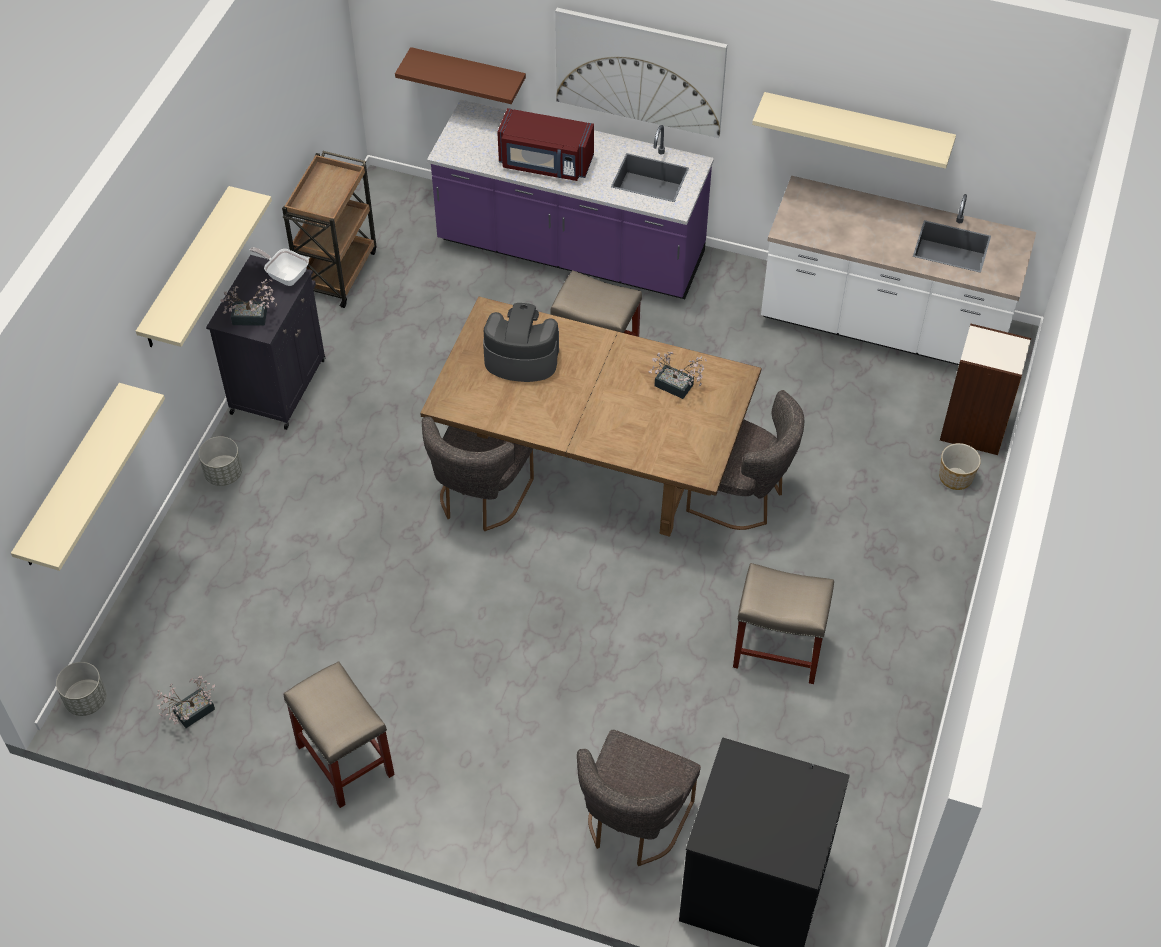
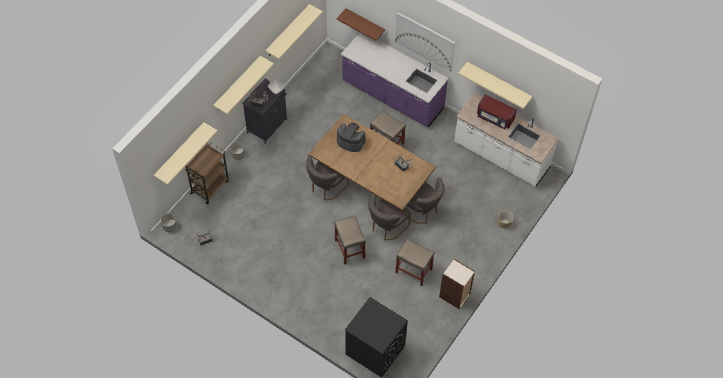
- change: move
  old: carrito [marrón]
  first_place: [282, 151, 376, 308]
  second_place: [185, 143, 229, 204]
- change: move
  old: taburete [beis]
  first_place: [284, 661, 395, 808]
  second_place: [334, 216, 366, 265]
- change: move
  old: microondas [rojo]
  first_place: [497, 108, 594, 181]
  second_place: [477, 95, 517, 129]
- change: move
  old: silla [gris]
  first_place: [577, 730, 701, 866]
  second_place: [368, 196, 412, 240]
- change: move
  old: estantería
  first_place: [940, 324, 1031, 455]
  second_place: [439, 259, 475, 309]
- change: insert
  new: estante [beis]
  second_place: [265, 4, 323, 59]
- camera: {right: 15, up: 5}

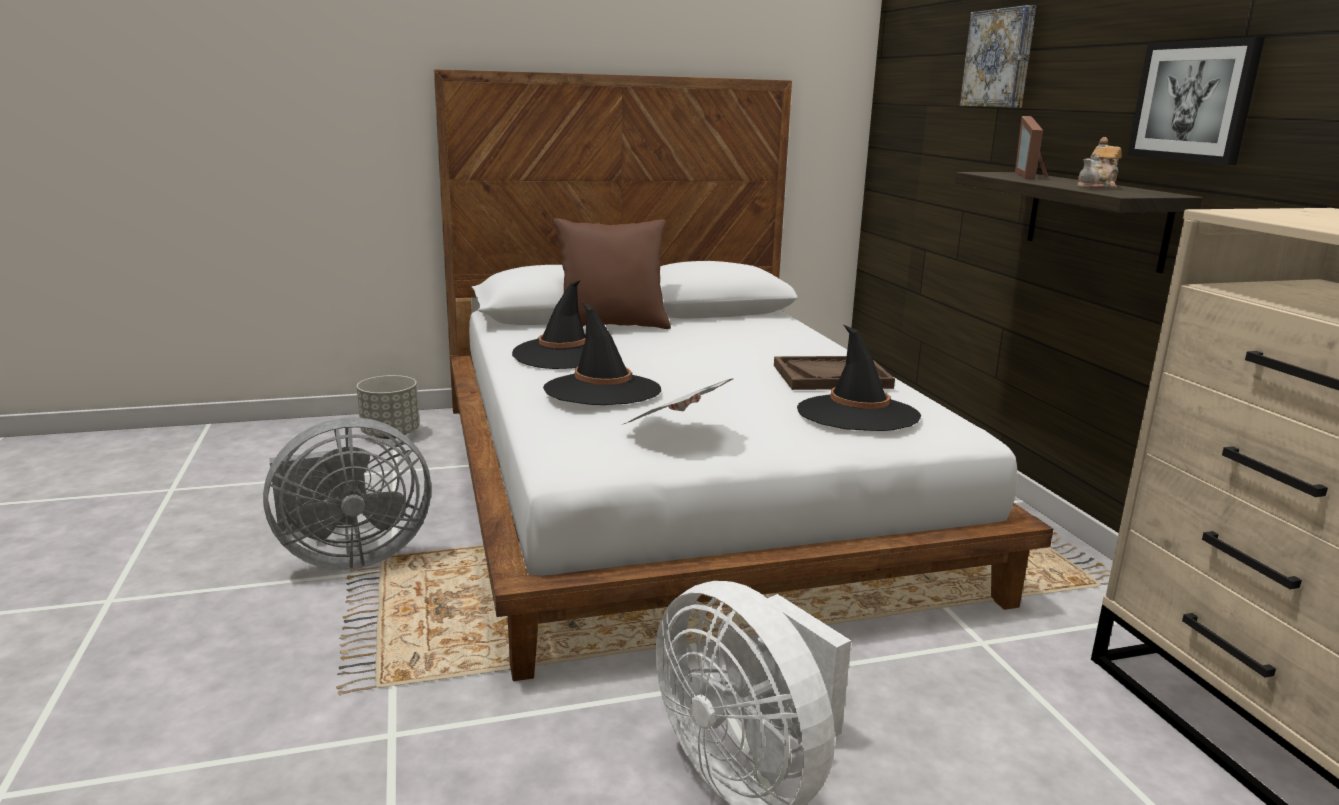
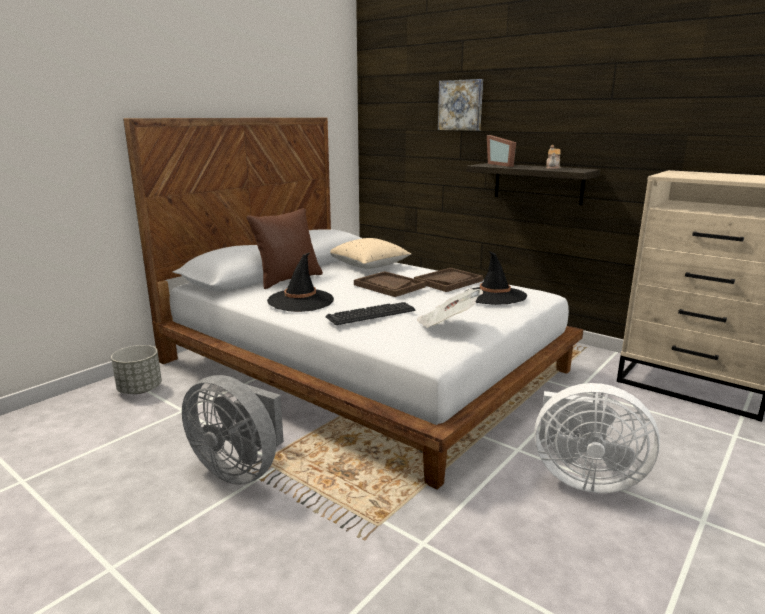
- change: rotate
  old: ventilador [gris]
  first_place: [263, 417, 431, 570]
  second_place: [182, 375, 284, 485]
  degrees: 90
- change: replace
  old: sombrero [negro]
  new: teclado
  first_place: [543, 302, 661, 405]
  second_place: [326, 302, 416, 325]
- change: delete
  old: cuadro
  first_place: [1127, 37, 1265, 165]
- change: insert
  new: cojín [beis]
  second_place: [330, 238, 411, 269]
- change: insert
  new: bandeja [marrón]
  second_place: [354, 271, 426, 297]
- camera: {right: -35, up: 0}

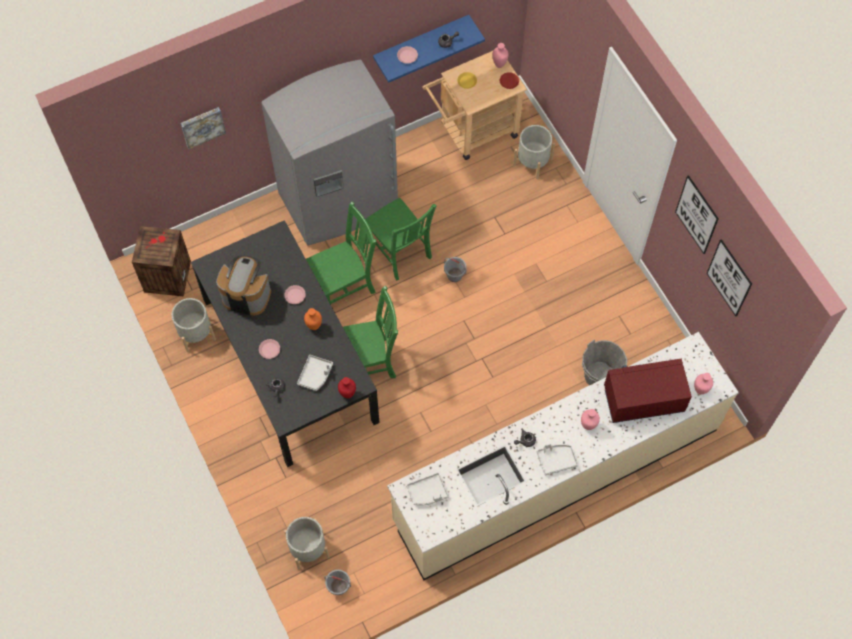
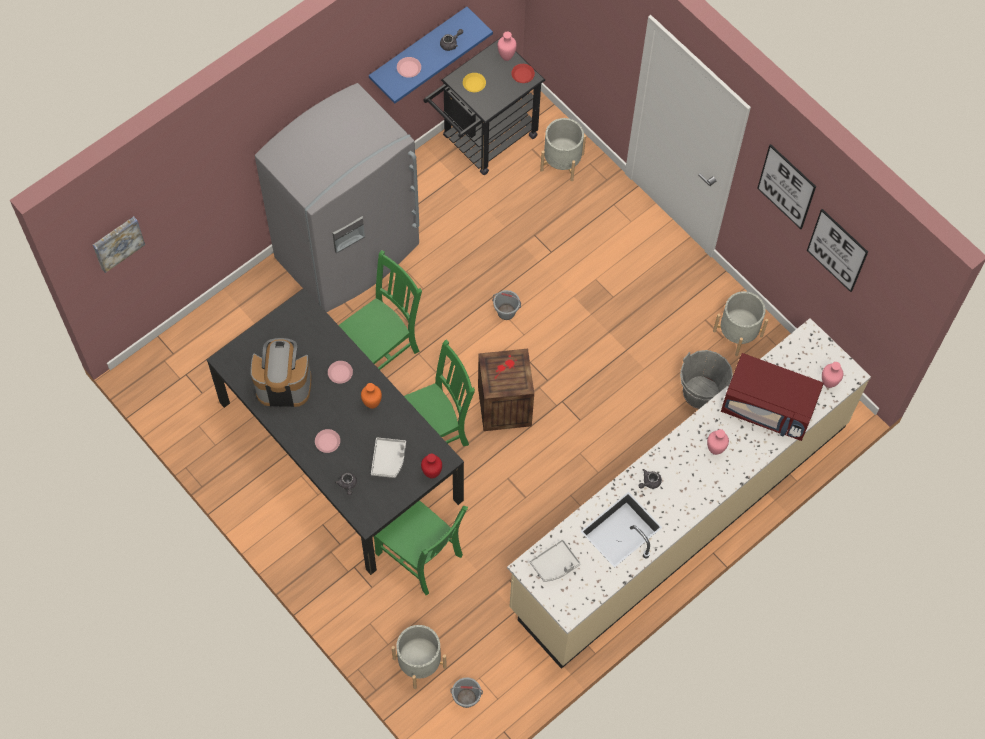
- change: move
  old: caja de embalaje
  first_place: [132, 226, 191, 297]
  second_place: [478, 349, 534, 431]
- change: move
  old: maceta [gris]
  first_place: [171, 298, 216, 352]
  second_place: [713, 291, 768, 356]
- change: move
  old: cuadro
  first_place: [181, 107, 226, 149]
  second_place: [93, 216, 145, 273]
- change: move
  old: silla [verde]
  first_place: [365, 198, 437, 281]
  second_place: [374, 500, 468, 595]
- change: recolor
  old: carrito [beis]
  new: carrito [negro]
  first_place: [422, 51, 527, 160]
  second_place: [423, 38, 545, 175]
- change: delete
  old: bandeja [gris]
  first_place: [537, 444, 578, 475]
- change: rotate
  old: microondas [rojo]
  first_place: [604, 359, 692, 423]
  second_place: [721, 353, 824, 441]
  degrees: -135
- camera: {right: -15, up: 0}

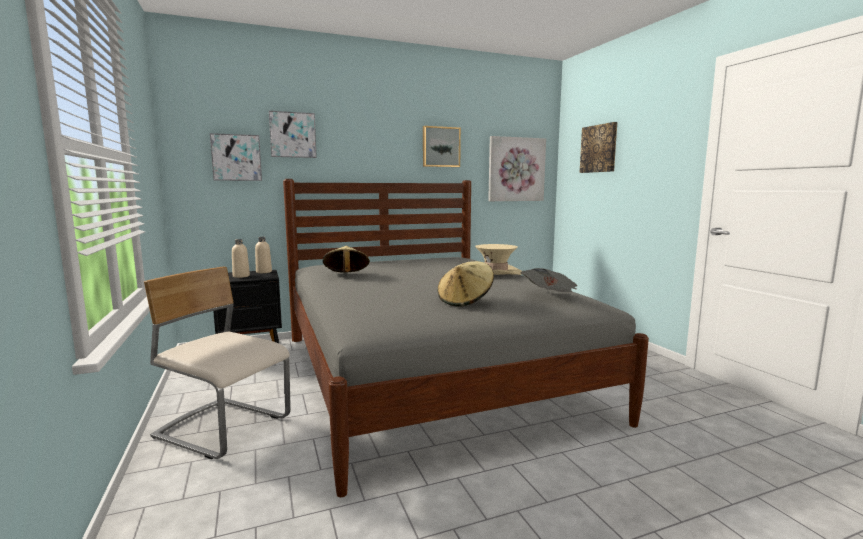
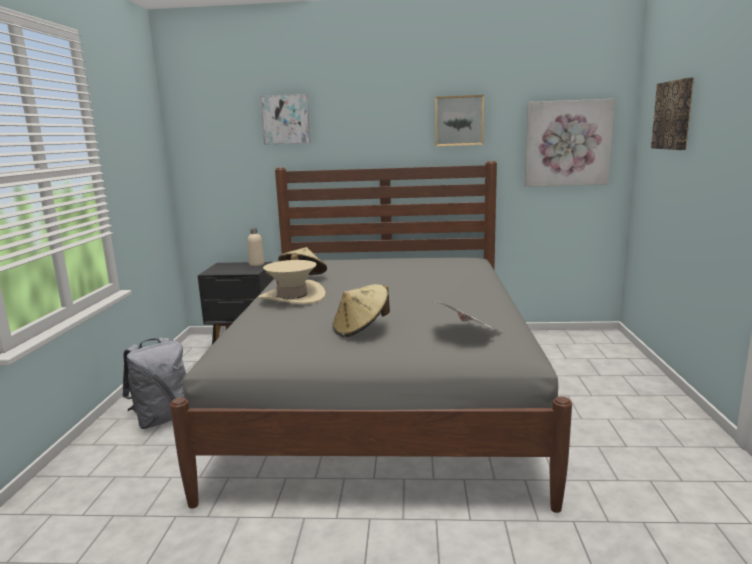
- change: replace
  old: silla [beis]
  new: mochila [gris]
  first_place: [144, 267, 291, 459]
  second_place: [122, 338, 186, 429]
- change: delete
  old: cuadro
  first_place: [210, 133, 262, 181]
- change: delete
  old: botella [beis]
  first_place: [232, 239, 250, 278]
- change: move
  old: sombrero [beis]
  first_place: [475, 244, 522, 275]
  second_place: [258, 260, 326, 305]
- camera: {right: 25, up: 5}

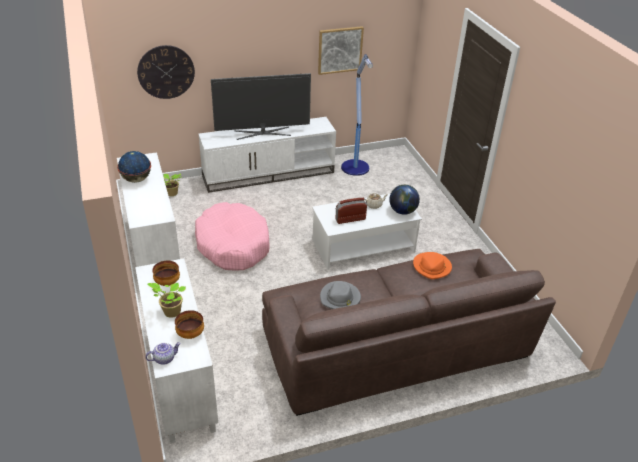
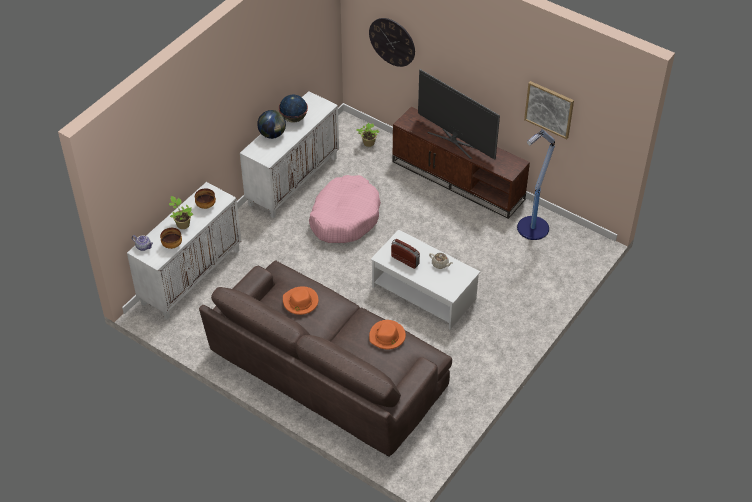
- change: recolor
  old: mueble de televisión [blanco]
  new: mueble de televisión [marrón]
  first_place: [198, 117, 336, 193]
  second_place: [392, 107, 530, 219]
- change: recolor
  old: sombrero [gris]
  new: sombrero [naranja]
  first_place: [320, 281, 361, 309]
  second_place: [283, 286, 319, 315]
- change: move
  old: globo terráqueo
  first_place: [389, 185, 420, 215]
  second_place: [257, 110, 286, 139]
- camera: {right: 55, up: 10}

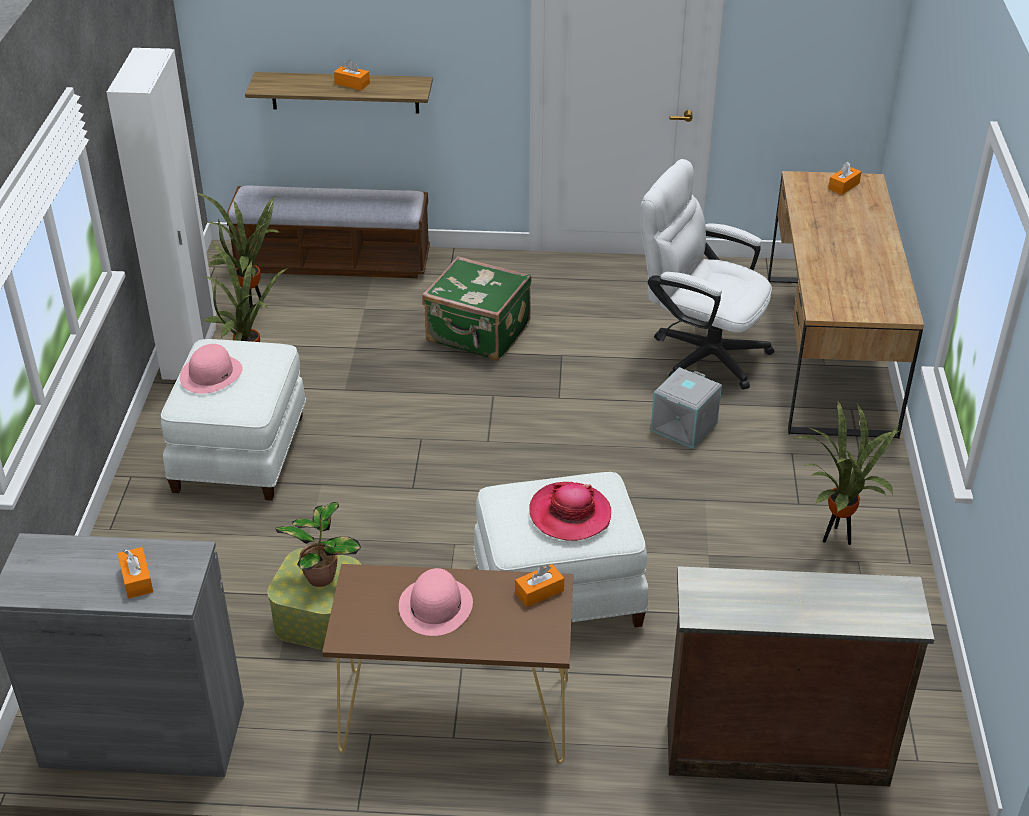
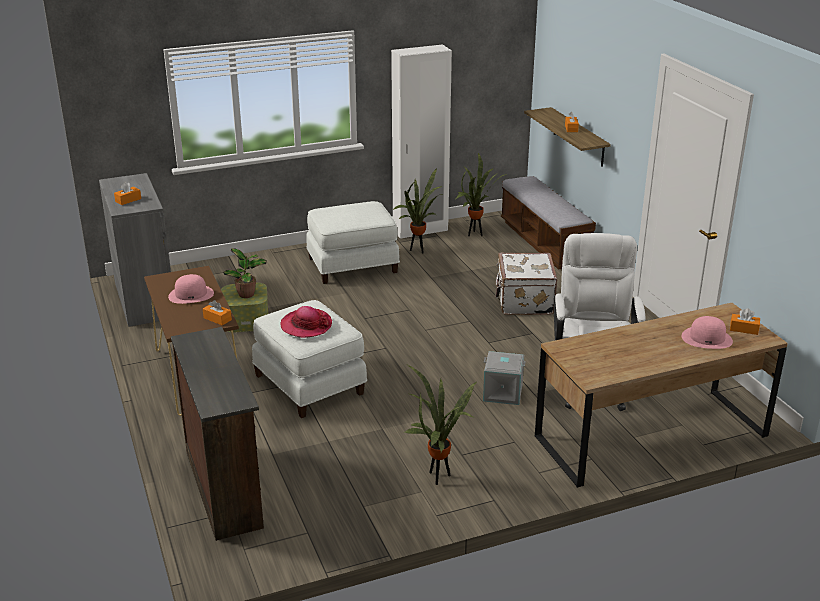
- change: move
  old: sombrero [rosa]
  first_place: [180, 344, 243, 394]
  second_place: [682, 316, 733, 349]
- change: recolor
  old: maleta [verde]
  new: maleta [blanco]
  first_place: [422, 256, 532, 361]
  second_place: [496, 253, 557, 315]
- camera: {right: 65, up: -10}

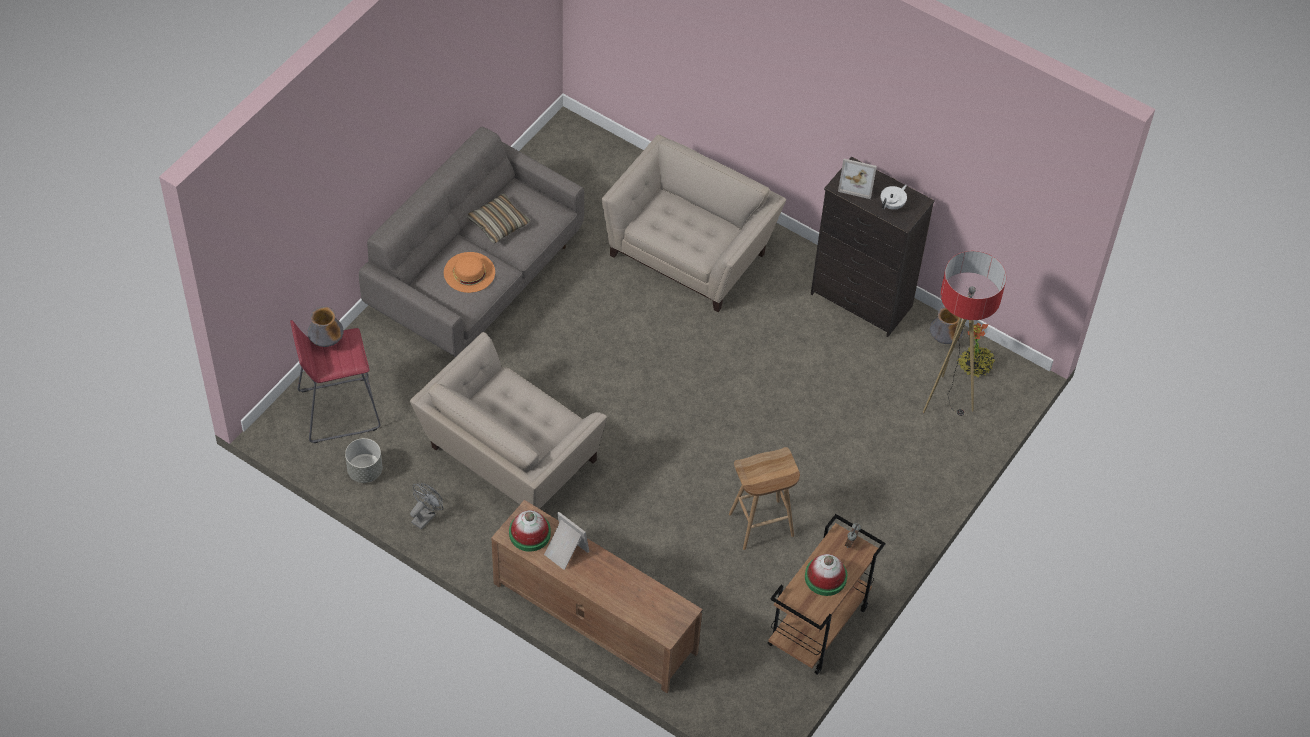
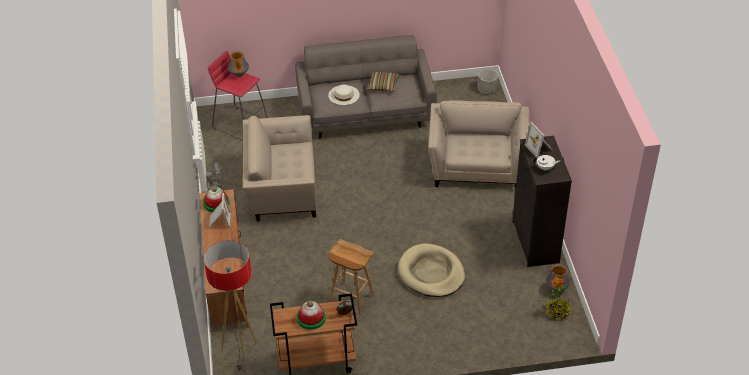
- change: move
  old: maceta [gris]
  first_place: [345, 438, 382, 483]
  second_place: [478, 69, 498, 93]
- change: recolor
  old: sombrero [naranja]
  new: sombrero [blanco]
  first_place: [444, 252, 495, 293]
  second_place: [328, 85, 360, 105]
- change: rotate
  old: sillón [beis]
  first_place: [602, 135, 786, 312]
  second_place: [428, 100, 530, 190]
  degrees: -75
- change: move
  old: lámpara de pie
  first_place: [923, 251, 1006, 416]
  second_place: [204, 240, 258, 372]
- change: insert
  new: cama para perro [beis]
  second_place: [398, 243, 465, 297]
- camera: {right: 50, up: -10}

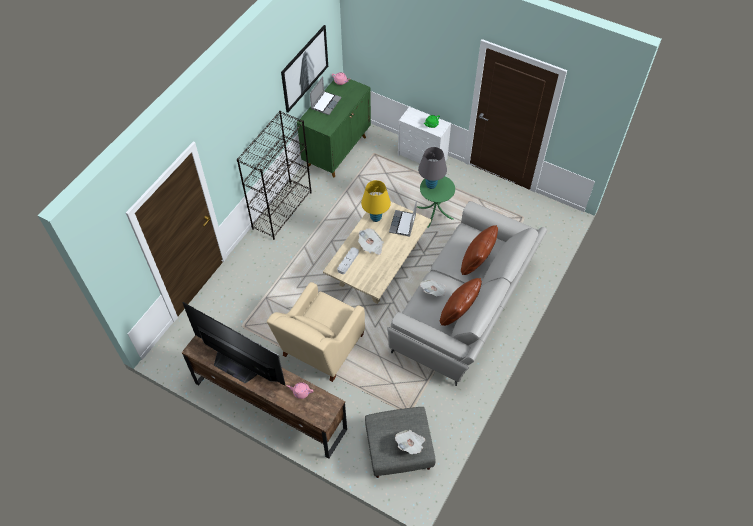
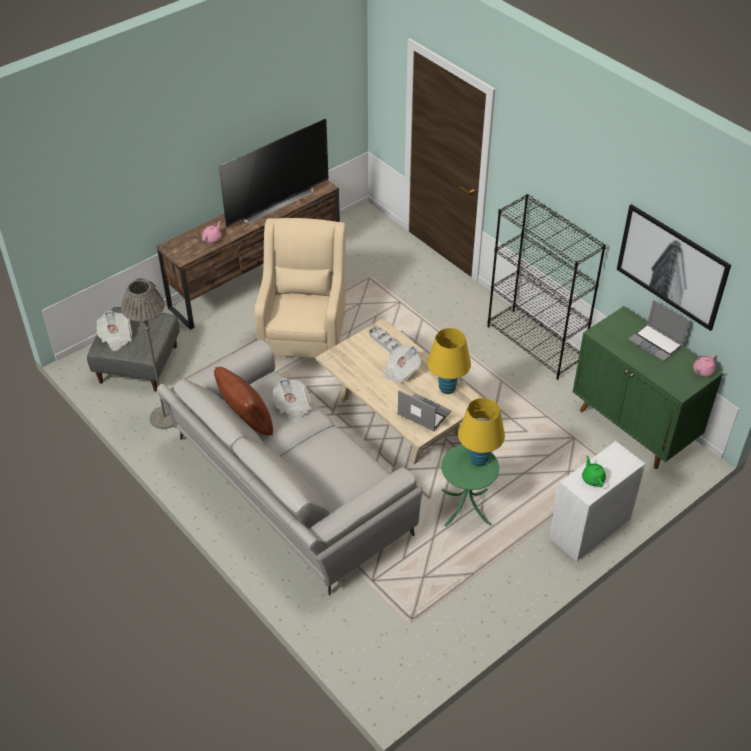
- change: rotate
  old: sillón [beis]
  first_place: [267, 282, 365, 382]
  second_place: [255, 218, 346, 358]
  degrees: 45
- change: recolor
  old: lámpara de mesa [gris]
  new: lámpara de mesa [amarillo]
  first_place: [418, 147, 447, 189]
  second_place: [458, 398, 505, 466]
- change: delete
  old: cojín [marrón]
  first_place: [461, 225, 498, 275]
- change: insert
  new: lámpara de pie [gris]
  second_place: [121, 278, 173, 429]
- camera: {right: 110, up: -10}

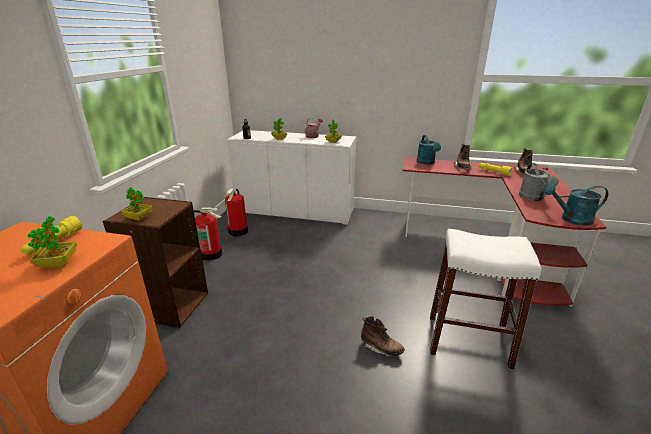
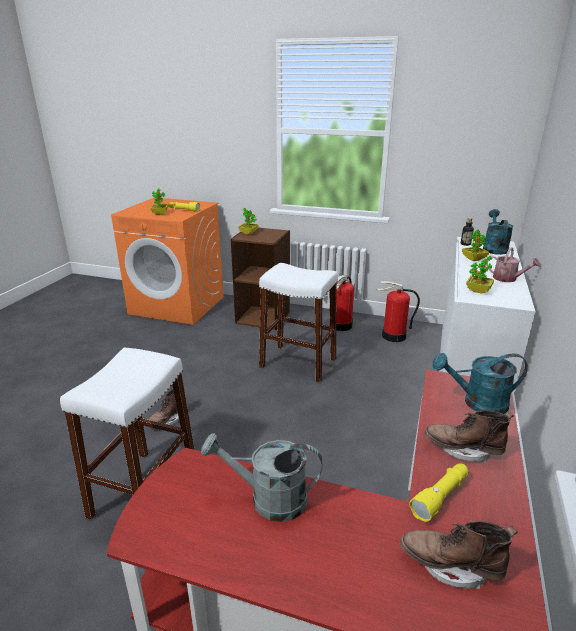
- change: move
  old: regadera [turquesa]
  first_place: [544, 184, 608, 226]
  second_place: [483, 209, 514, 255]
- change: insert
  new: taburete [blanco]
  second_place: [259, 263, 338, 382]
- camera: {right: 95, up: 0}

